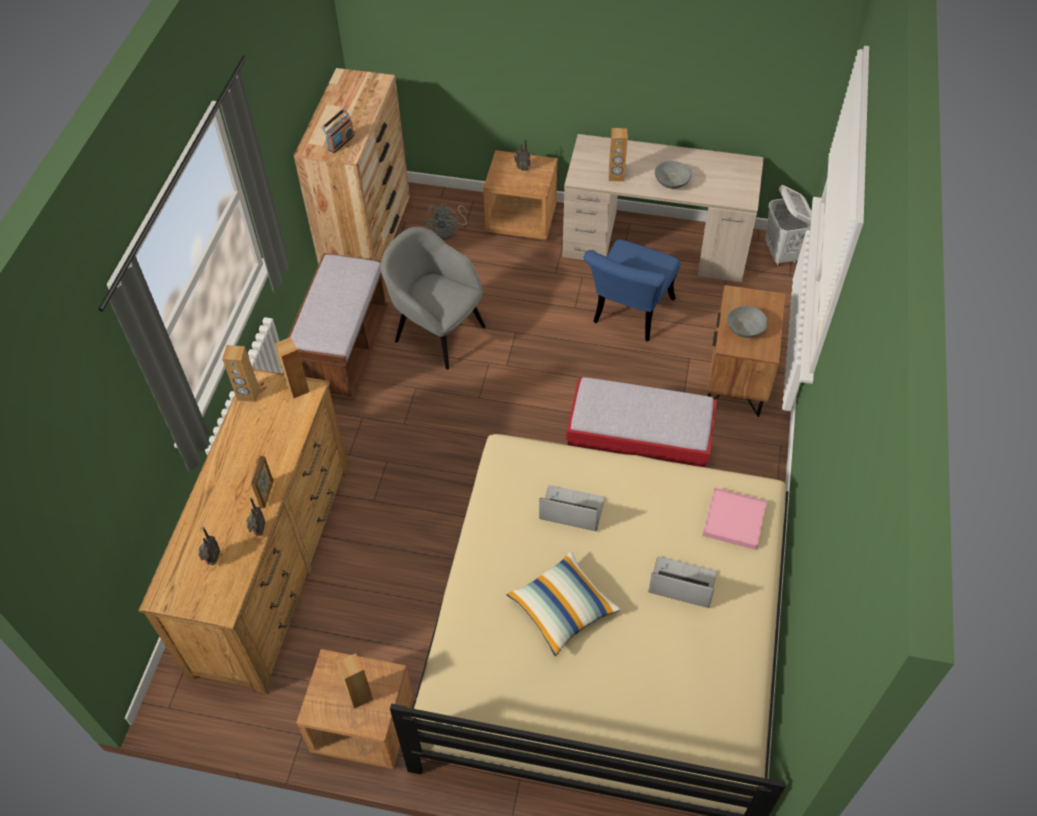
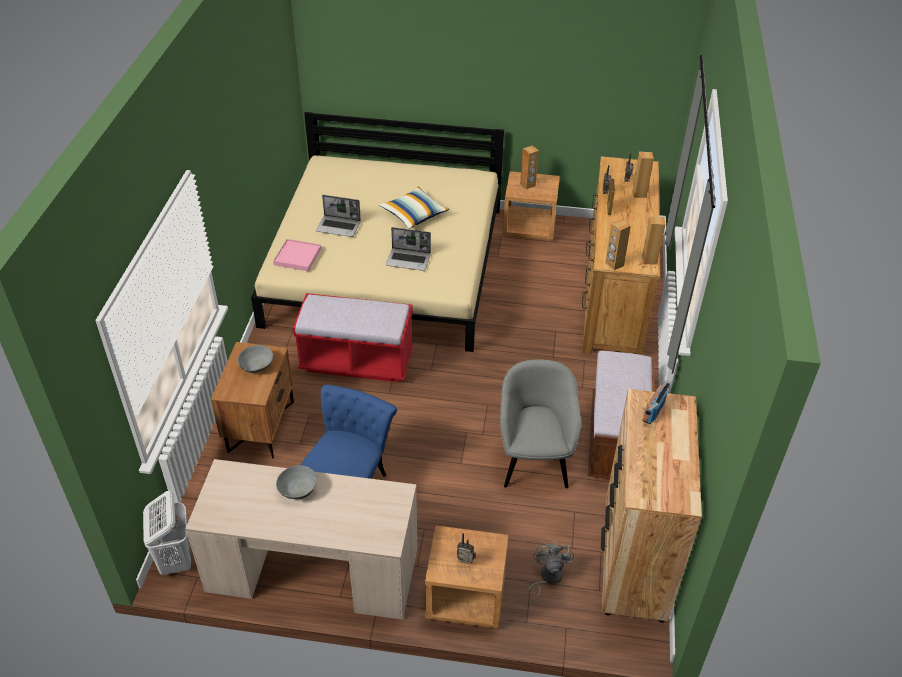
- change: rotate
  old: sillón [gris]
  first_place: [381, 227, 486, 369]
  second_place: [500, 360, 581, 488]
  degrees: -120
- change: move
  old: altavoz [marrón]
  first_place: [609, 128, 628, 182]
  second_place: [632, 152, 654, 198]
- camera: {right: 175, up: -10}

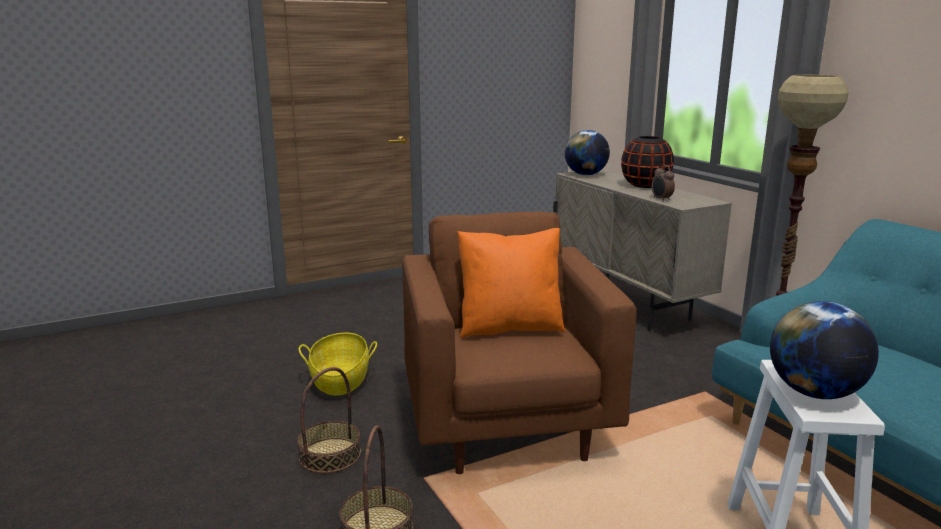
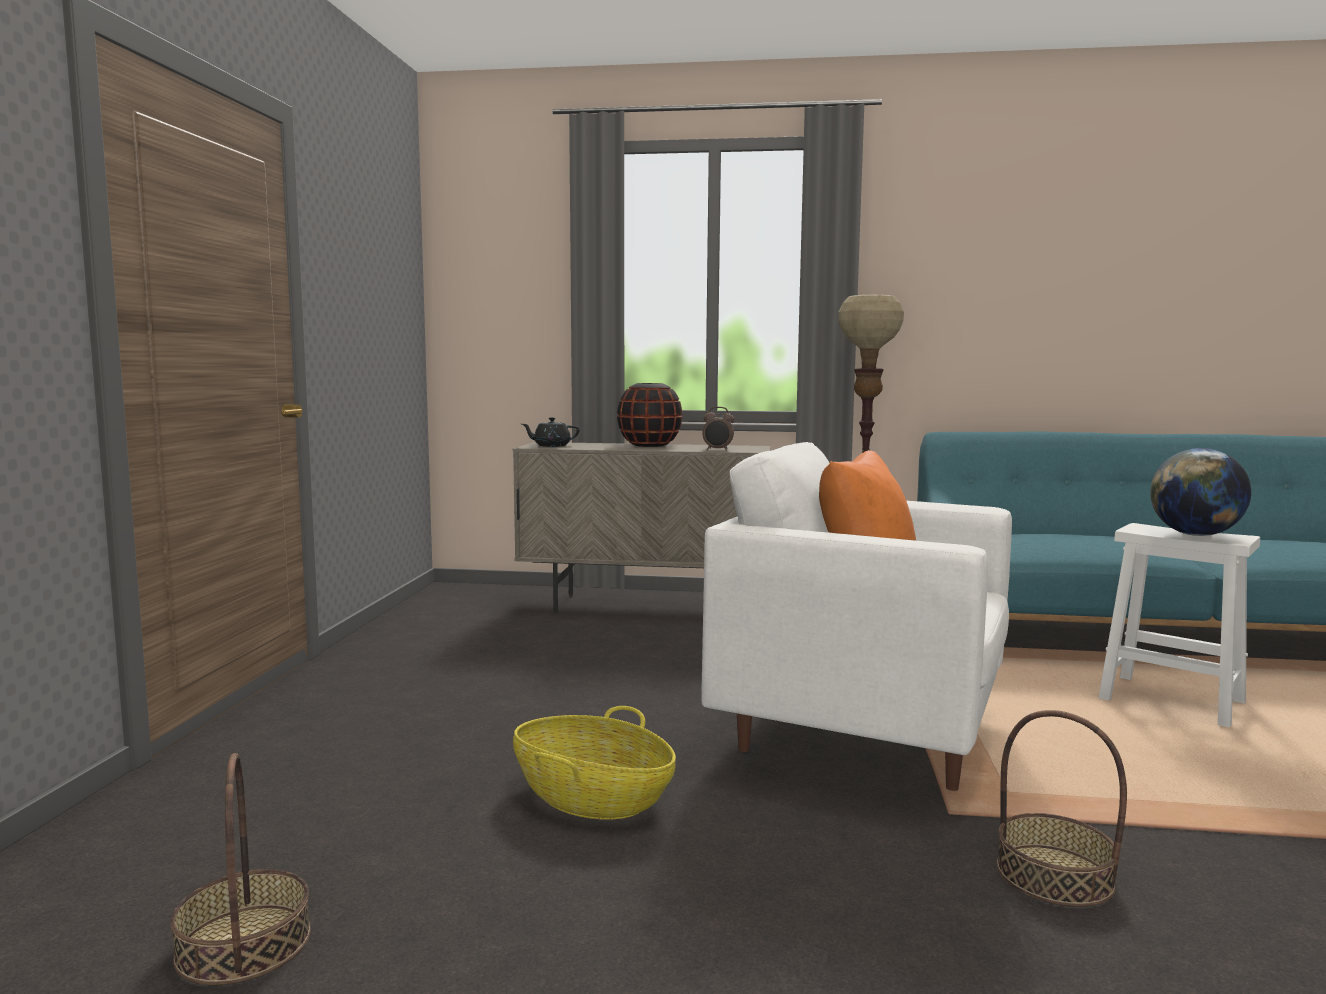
- change: move
  old: cesta
  first_place: [297, 367, 361, 473]
  second_place: [170, 753, 311, 985]
- change: recolor
  old: sillón [marrón]
  new: sillón [blanco]
  first_place: [402, 212, 637, 474]
  second_place: [701, 442, 1012, 791]
- change: replace
  old: globo terráqueo
  new: tetera [negro]
  first_place: [565, 130, 610, 175]
  second_place: [522, 417, 580, 447]
- camera: {right: -55, up: -10}

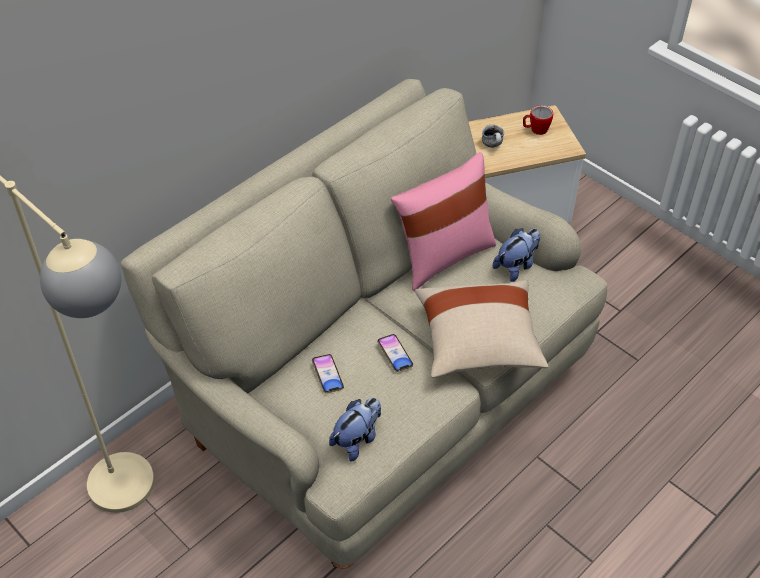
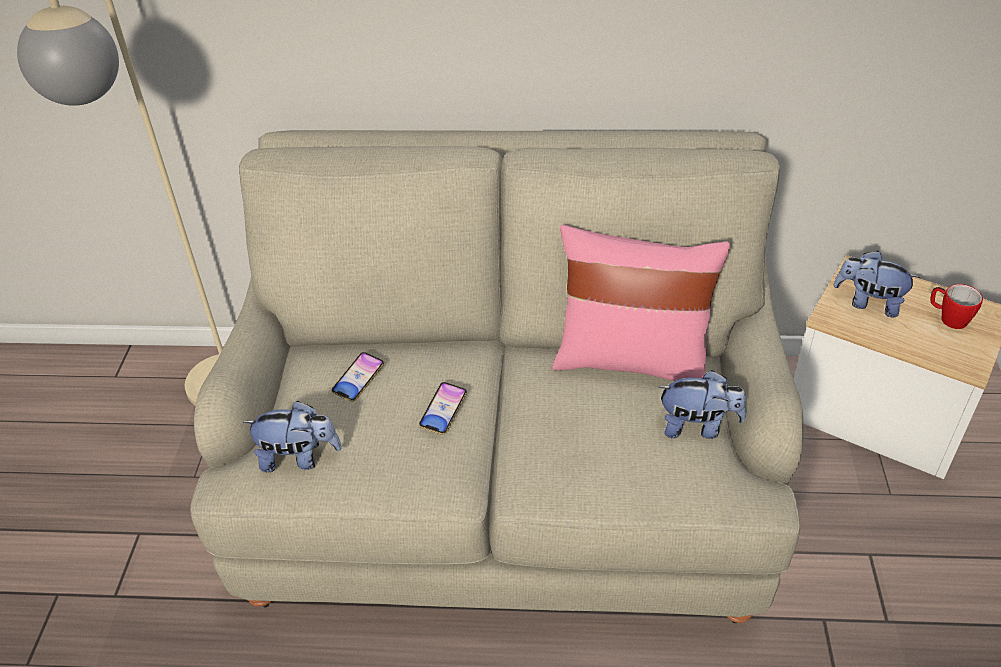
- change: delete
  old: cojín [beis]
  first_place: [415, 280, 549, 378]
- change: replace
  old: taza grande
  new: peluche
  first_place: [482, 124, 504, 148]
  second_place: [834, 250, 920, 318]
- camera: {right: 50, up: -5}

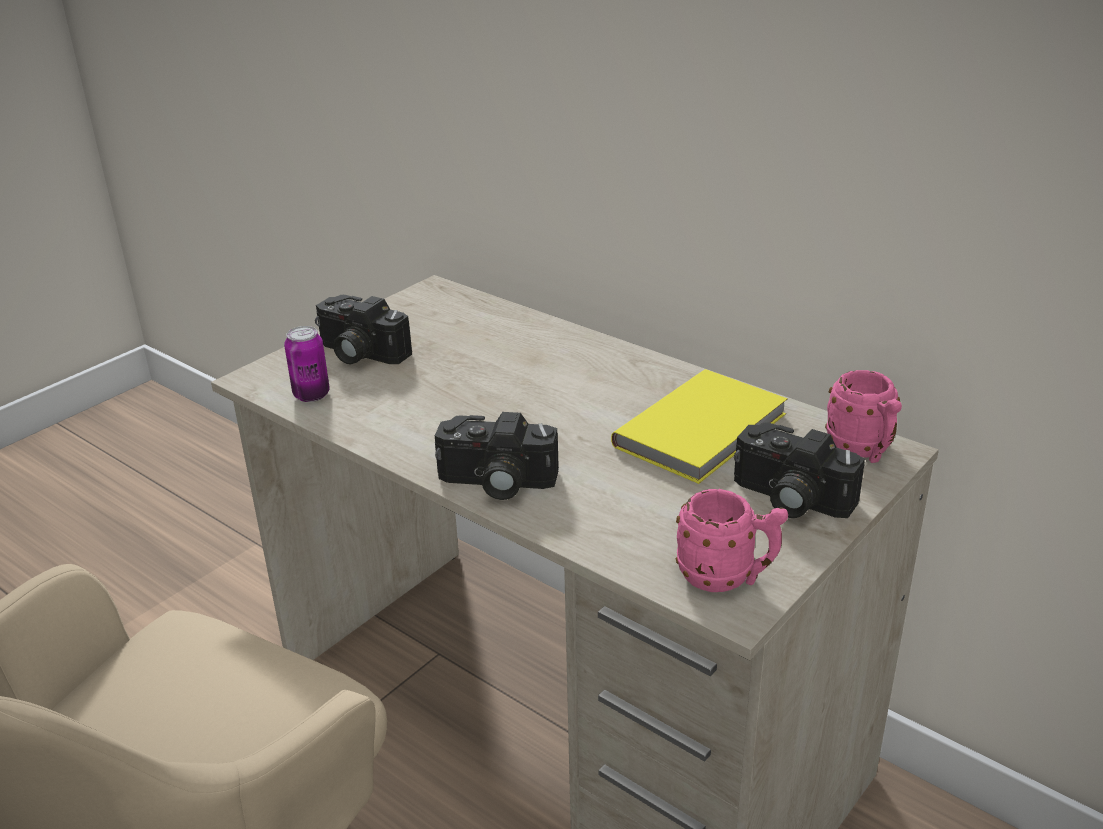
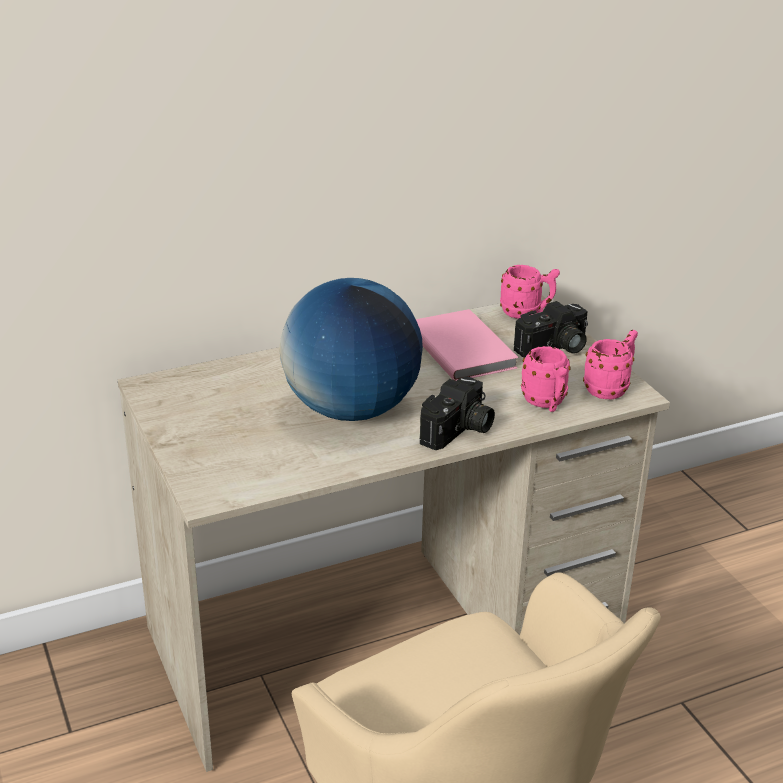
- change: delete
  old: lata
  first_place: [284, 326, 330, 402]
- change: delete
  old: cámara
  first_place: [315, 295, 412, 365]
- change: recolor
  old: libro [amarillo]
  new: libro [rosa]
  first_place: [611, 369, 788, 484]
  second_place: [416, 309, 519, 381]
- change: insert
  new: globo terráqueo
  second_place: [280, 278, 423, 421]
- change: insert
  new: taza grande [rosa]
  second_place: [521, 346, 571, 412]
- camera: {right: -65, up: 0}

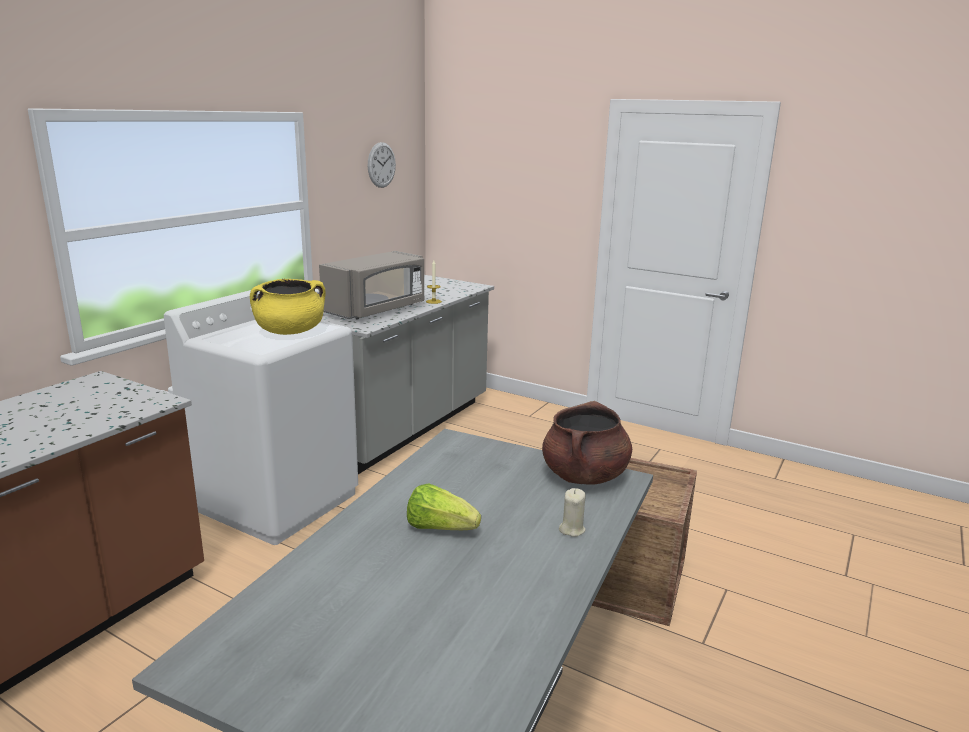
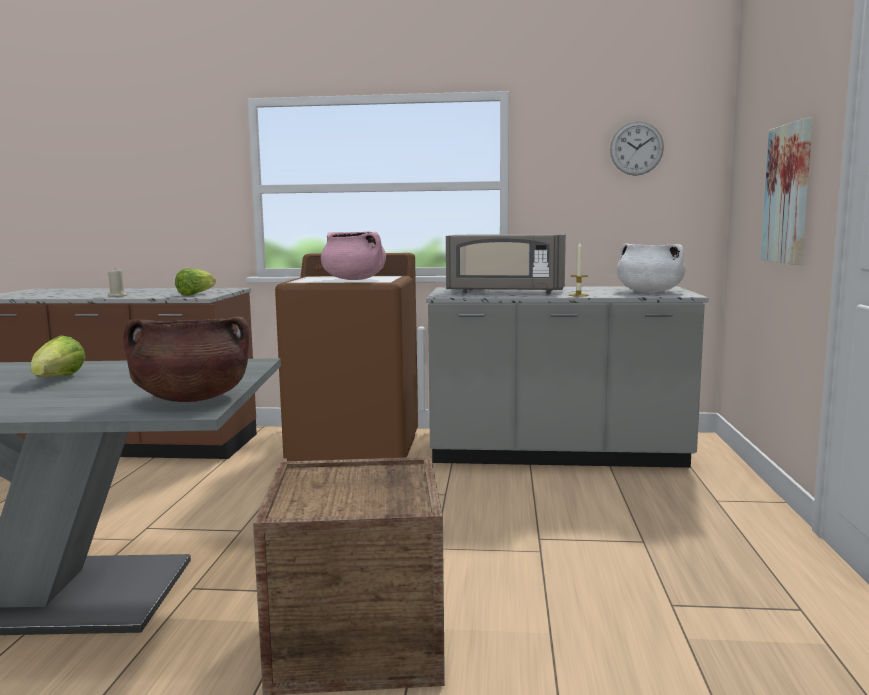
- change: recolor
  old: lavadora [blanco]
  new: lavadora [marrón]
  first_place: [164, 290, 358, 545]
  second_place: [275, 253, 418, 461]
- change: recolor
  old: olla [amarillo]
  new: olla [rosa]
  first_place: [250, 279, 326, 335]
  second_place: [321, 232, 386, 280]
- change: move
  old: vela [beis]
  first_place: [559, 488, 586, 537]
  second_place: [108, 269, 127, 296]
- change: insert
  new: lechuga
  second_place: [175, 268, 216, 296]
- change: insert
  new: olla [blanco]
  second_place: [617, 243, 686, 293]
- change: insert
  new: cuadro
  second_place: [761, 118, 813, 265]
- camera: {right: 65, up: -10}

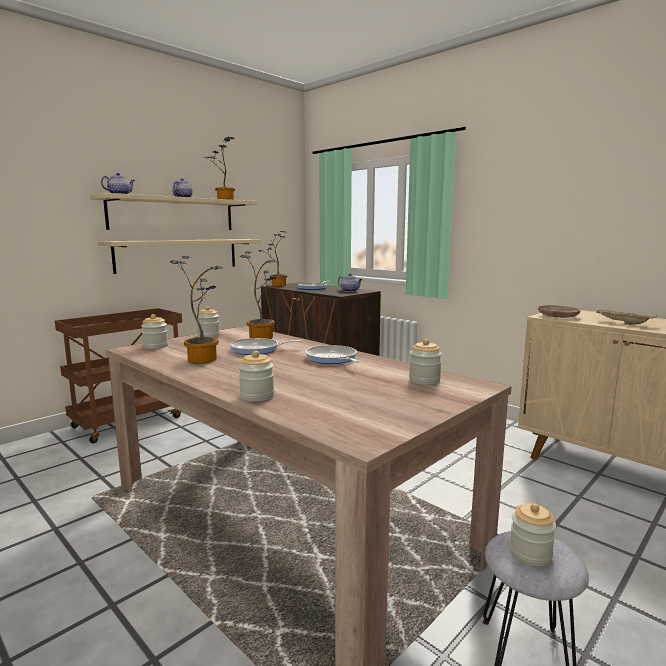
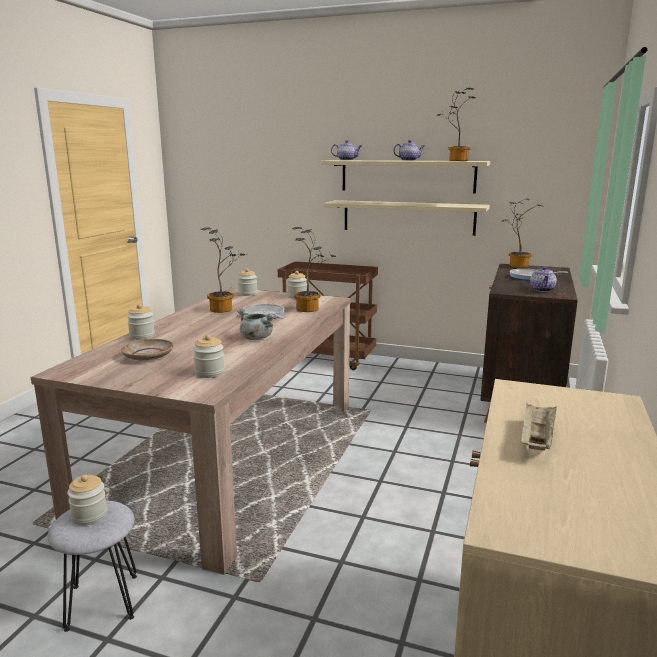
- change: replace
  old: sartén
  new: olla [gris]
  first_place: [306, 345, 359, 364]
  second_place: [237, 309, 275, 340]
- change: move
  old: plato [beis]
  first_place: [538, 305, 581, 318]
  second_place: [121, 339, 173, 360]
- camera: {right: 65, up: 5}

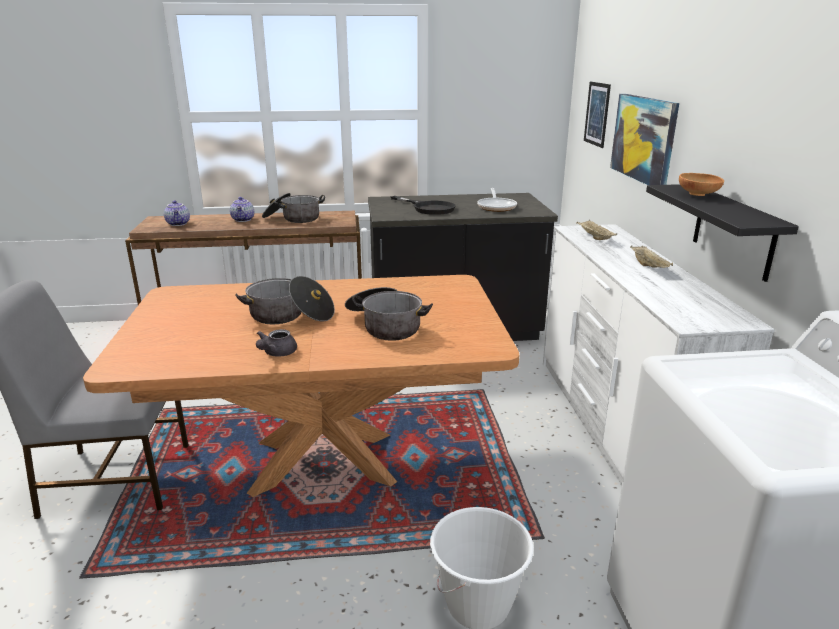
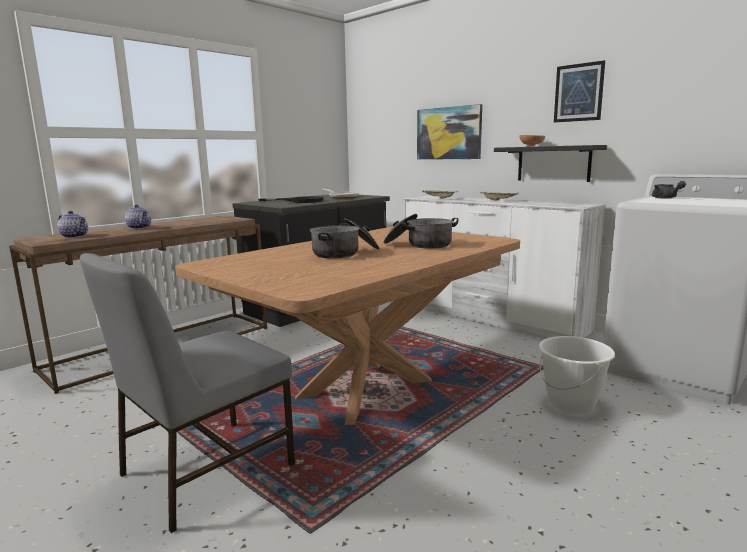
- change: move
  old: tetera [gris]
  first_place: [256, 329, 297, 357]
  second_place: [652, 181, 686, 198]
- change: delete
  old: olla
  first_place: [262, 193, 325, 223]
- change: move
  old: cuadro
  first_place: [584, 82, 611, 148]
  second_place: [554, 60, 605, 122]
- camera: {right: -40, up: -10}

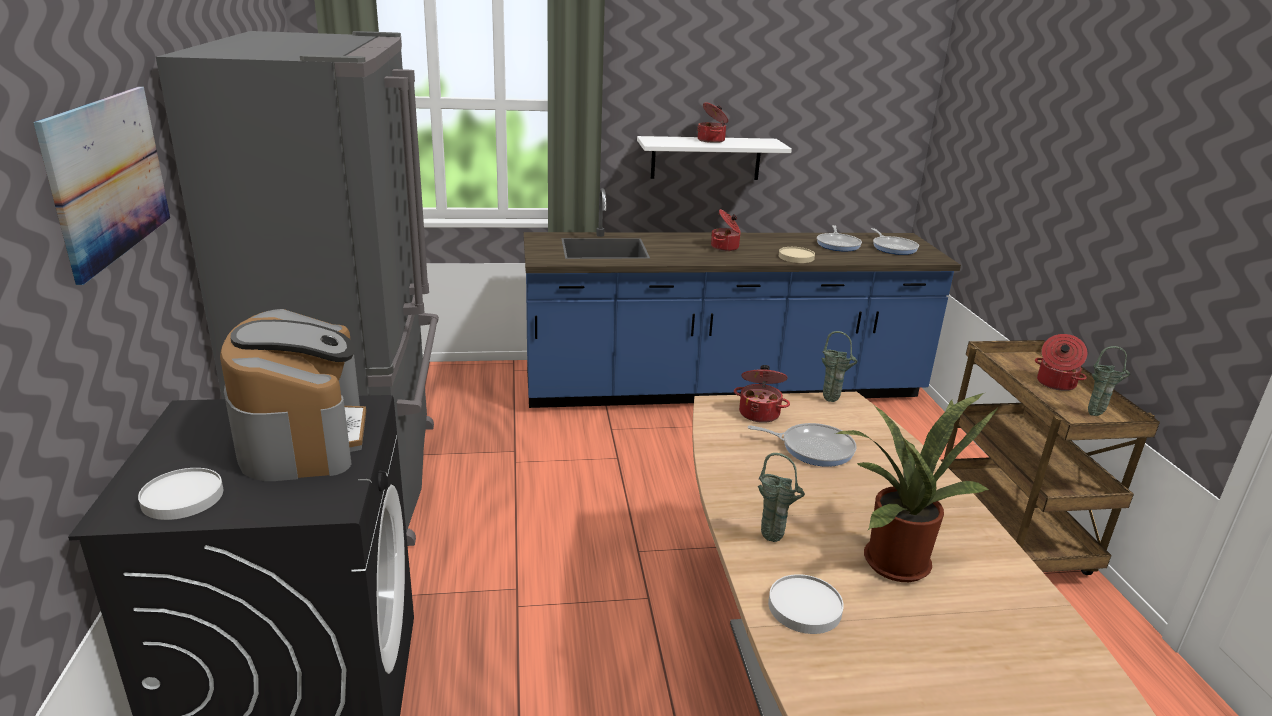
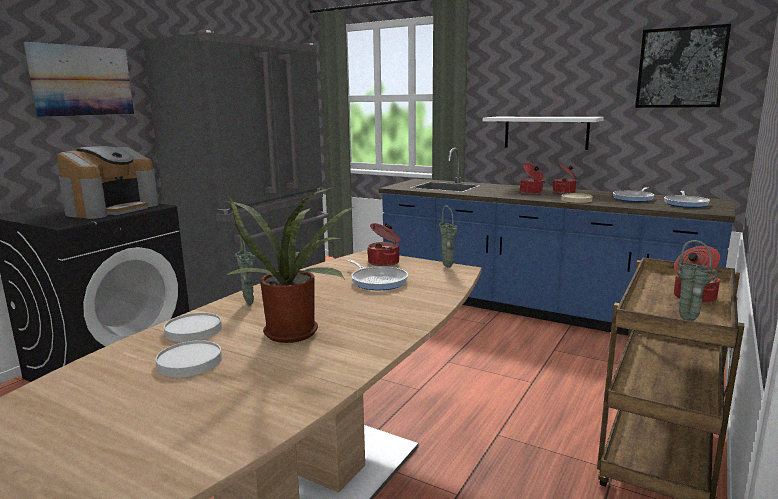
- change: move
  old: plato [blanco]
  first_place: [138, 468, 223, 520]
  second_place: [156, 340, 222, 377]
- change: move
  old: olla
  first_place: [697, 102, 728, 143]
  second_place: [552, 163, 577, 194]
- change: insert
  new: cuadro
  second_place: [635, 24, 731, 108]
- camera: {right: 40, up: -10}

